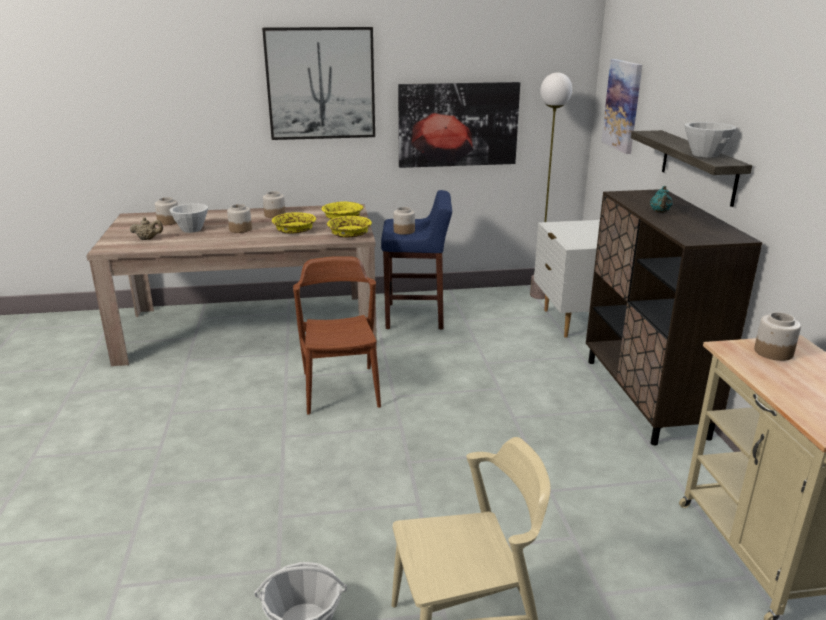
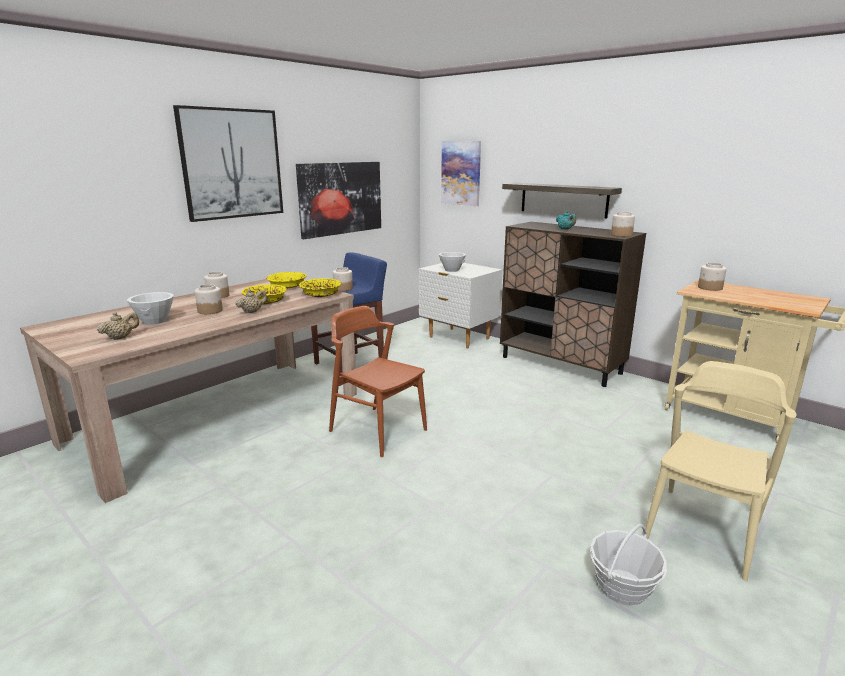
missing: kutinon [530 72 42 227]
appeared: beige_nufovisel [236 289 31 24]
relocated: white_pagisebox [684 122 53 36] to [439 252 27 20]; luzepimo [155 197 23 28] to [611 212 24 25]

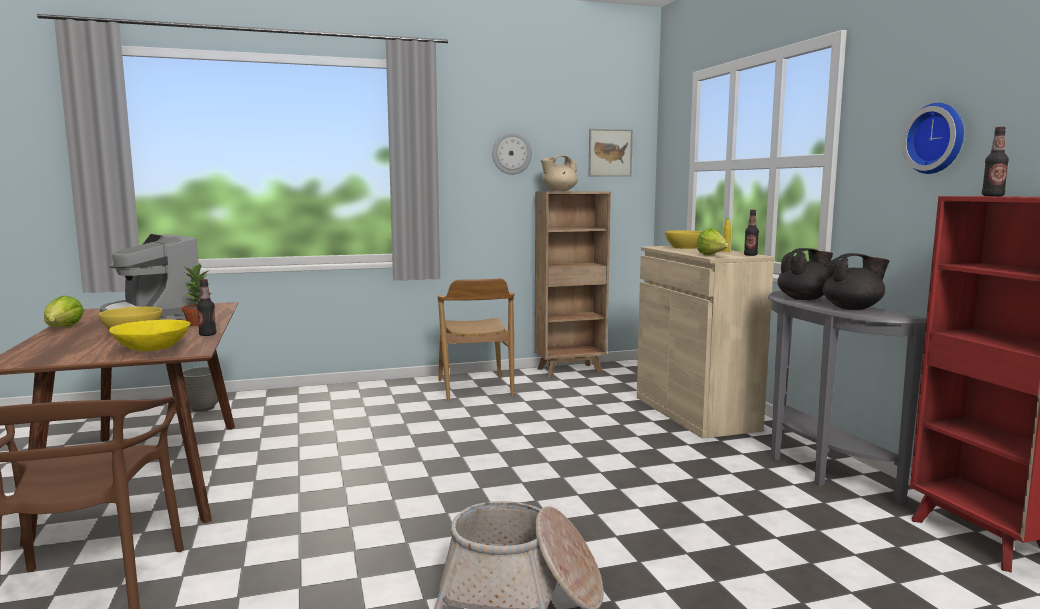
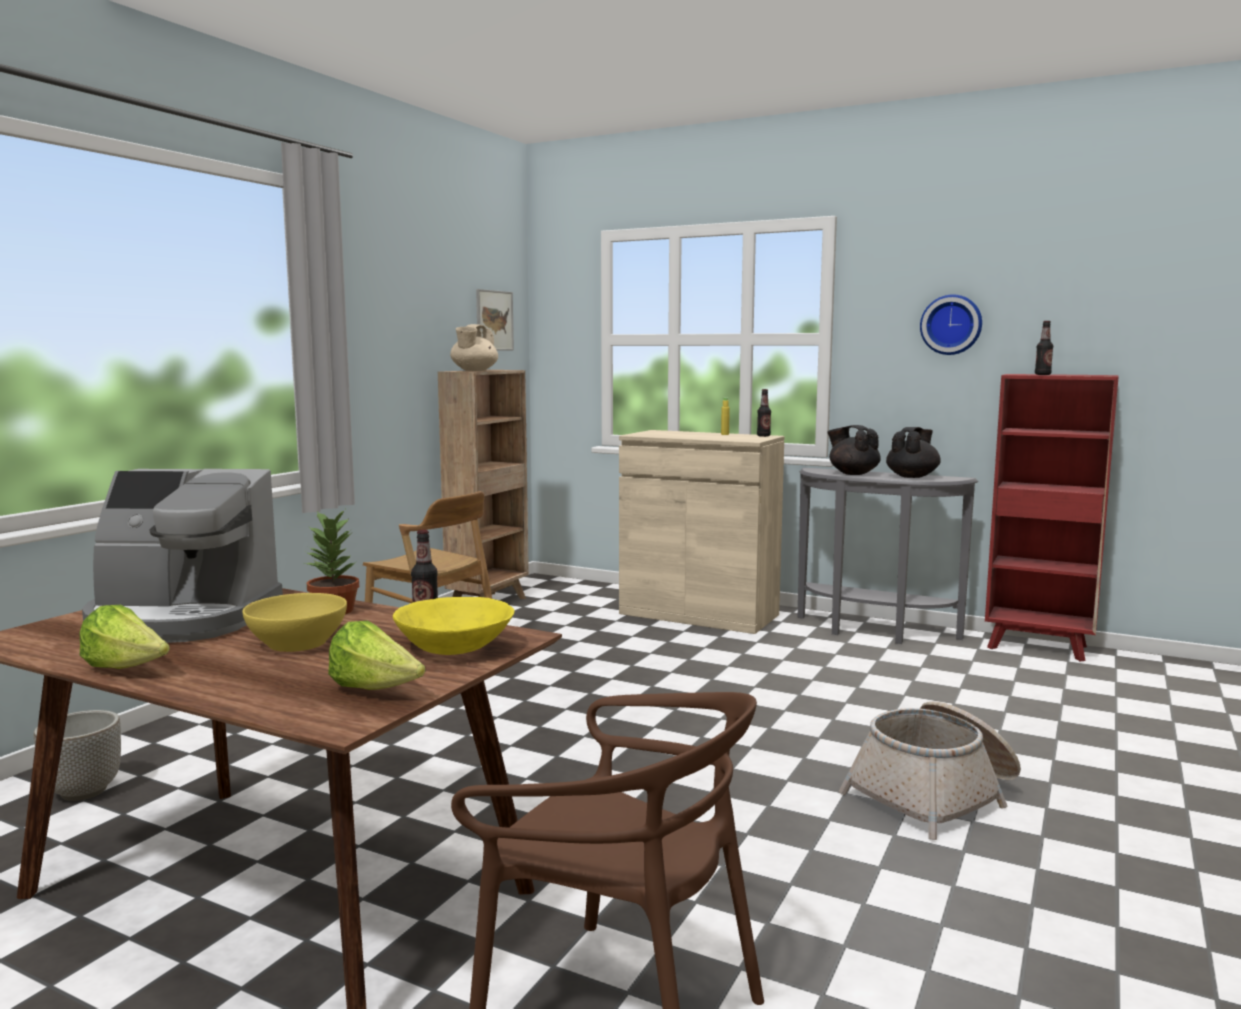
missing: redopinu [492 132 40 43]; yellow_pagisebox [665 230 37 19]
relocated: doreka [697 228 32 27] to [328 621 97 69]
spun: black_nufovisel [777 248 56 52] = [827 425 54 50] 60 degrees counterclockwise

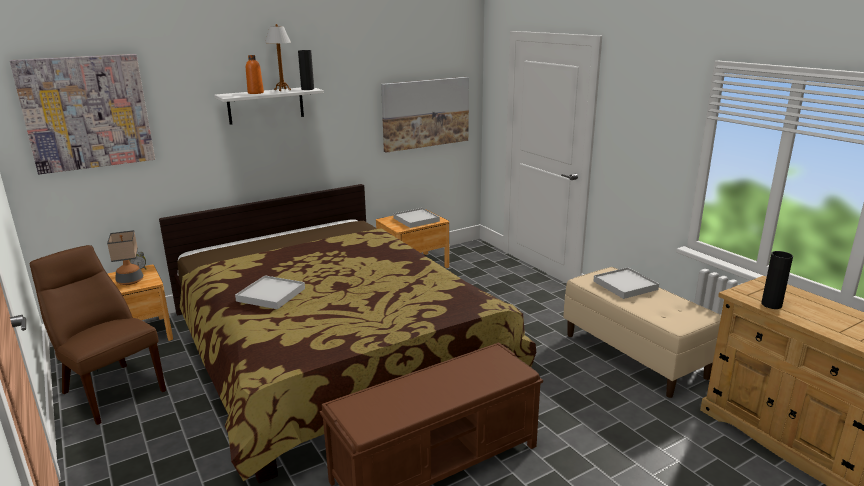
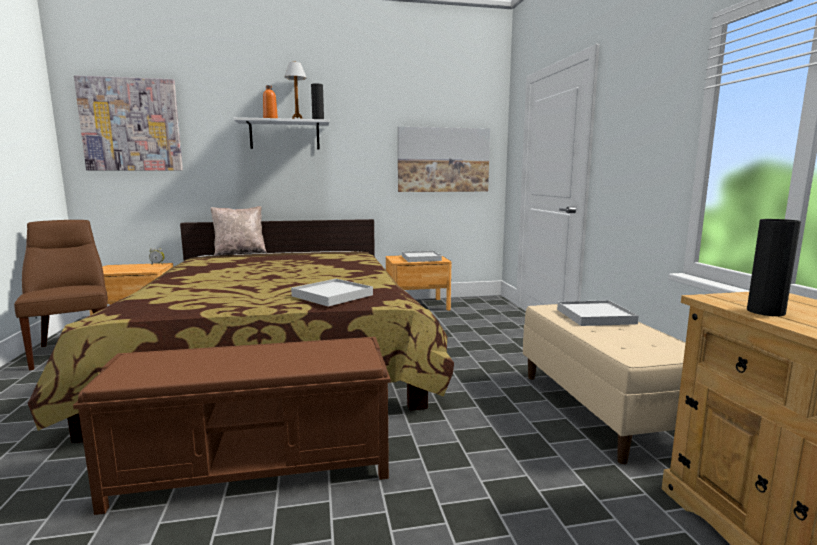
missing: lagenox [107 230 37 55]
appeared: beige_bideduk [210 206 57 50]
relocated: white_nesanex [235 275 70 34] to [291 279 82 28]

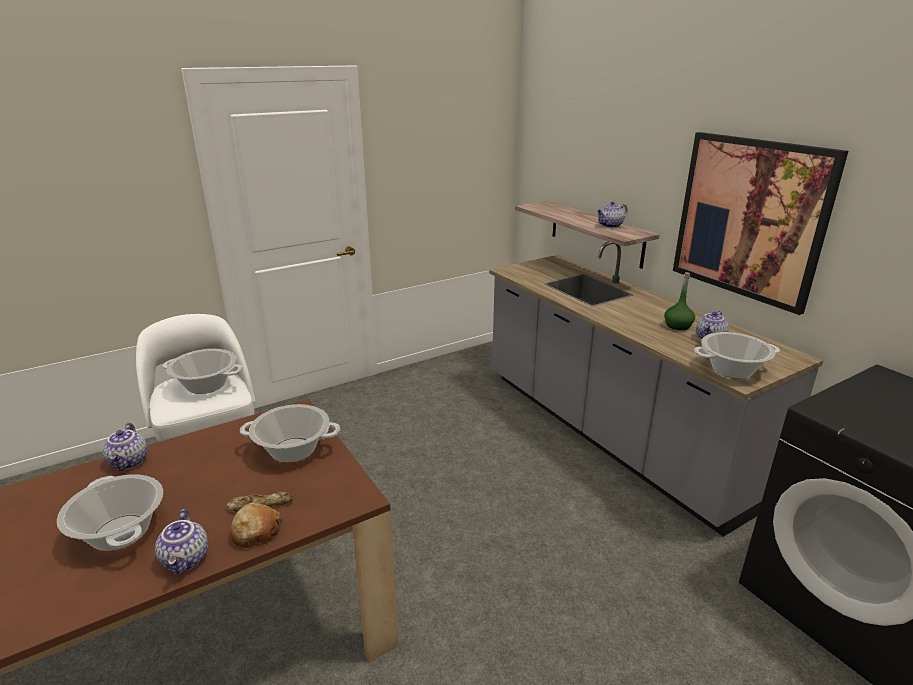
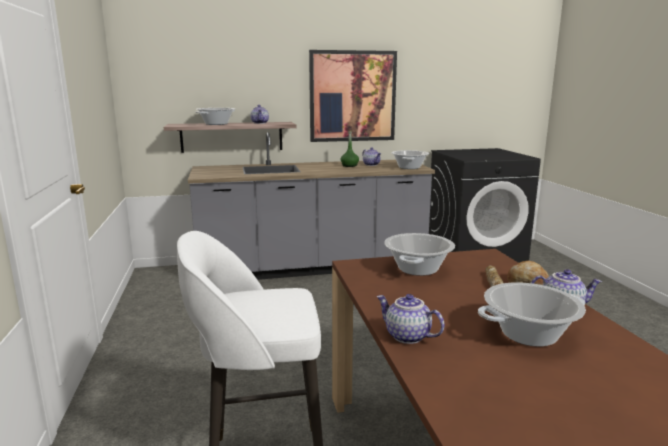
relocated: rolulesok [163 349 80 45] to [195 108 40 17]
spun: nufovisel [103 423 44 48] = [376 294 69 50] 150 degrees counterclockwise

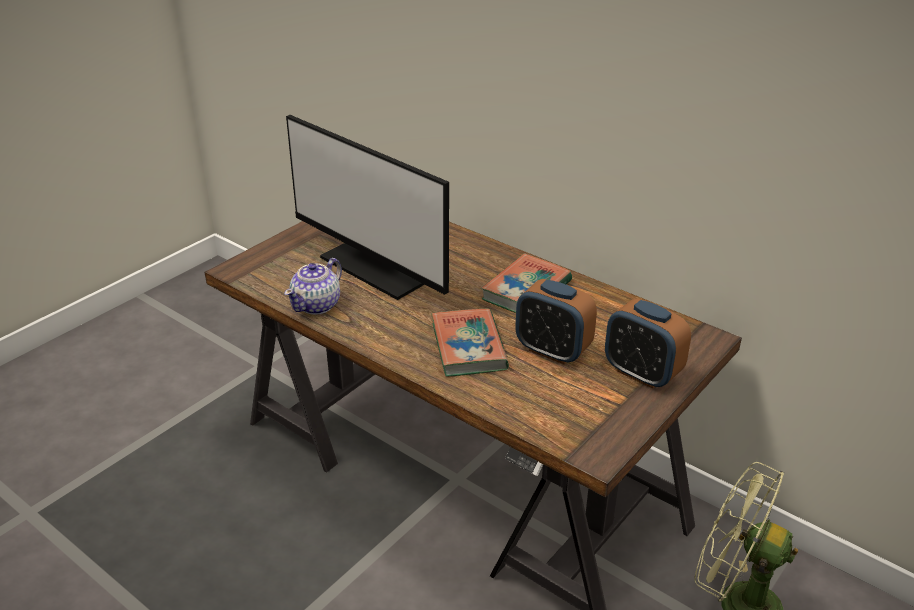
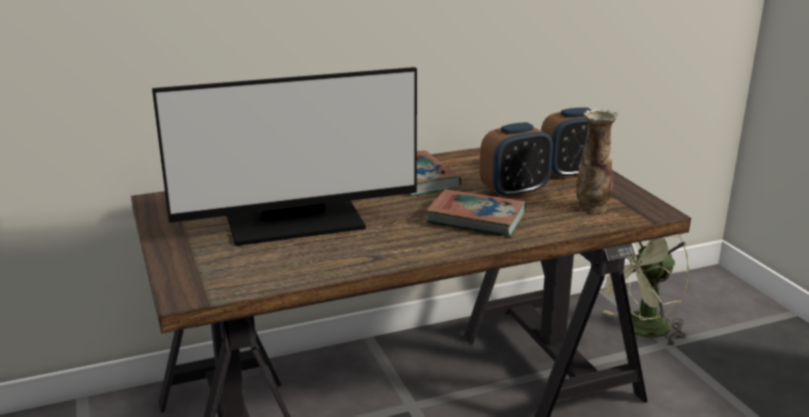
missing: nufovisel [284 258 58 57]
appeared: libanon [576 108 42 106]

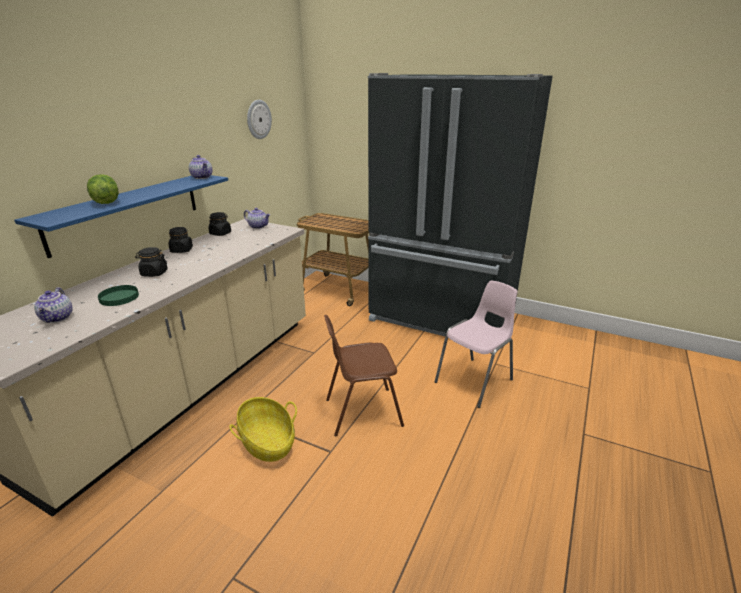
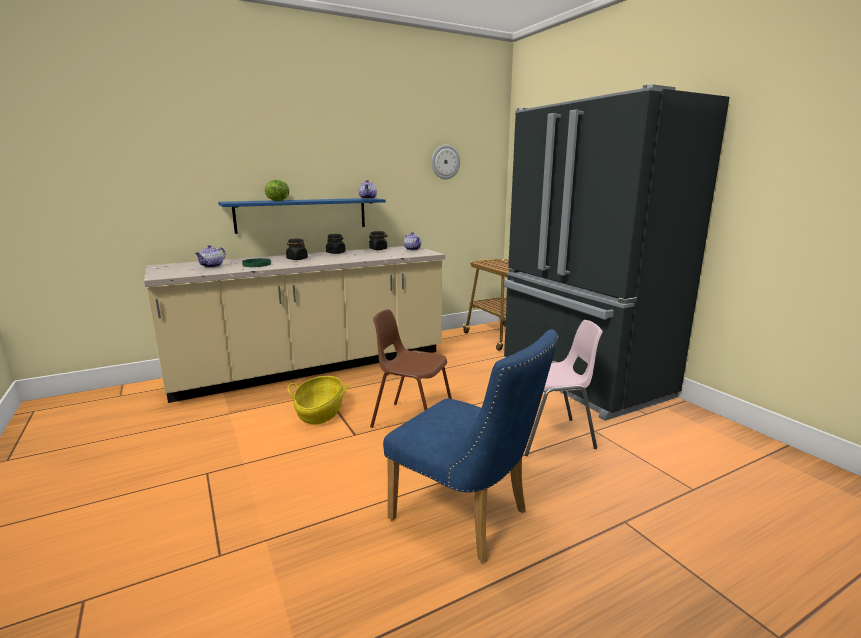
appeared: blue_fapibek [383 329 175 234]

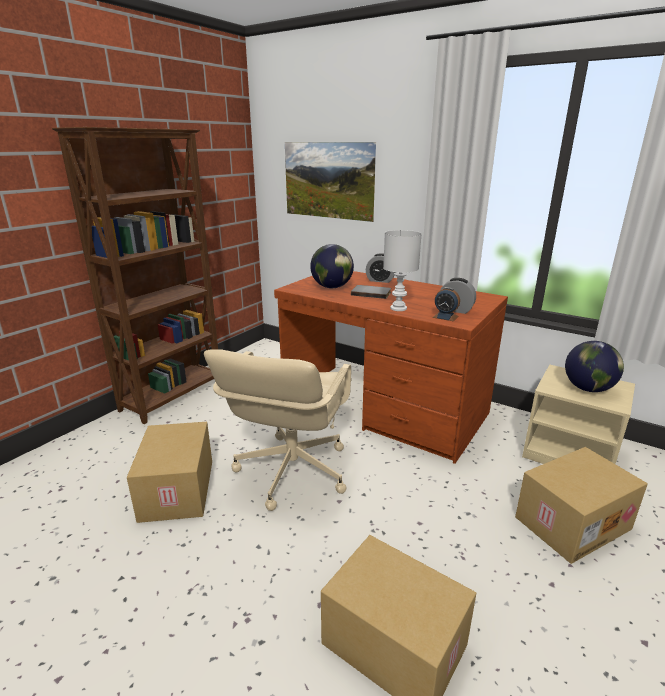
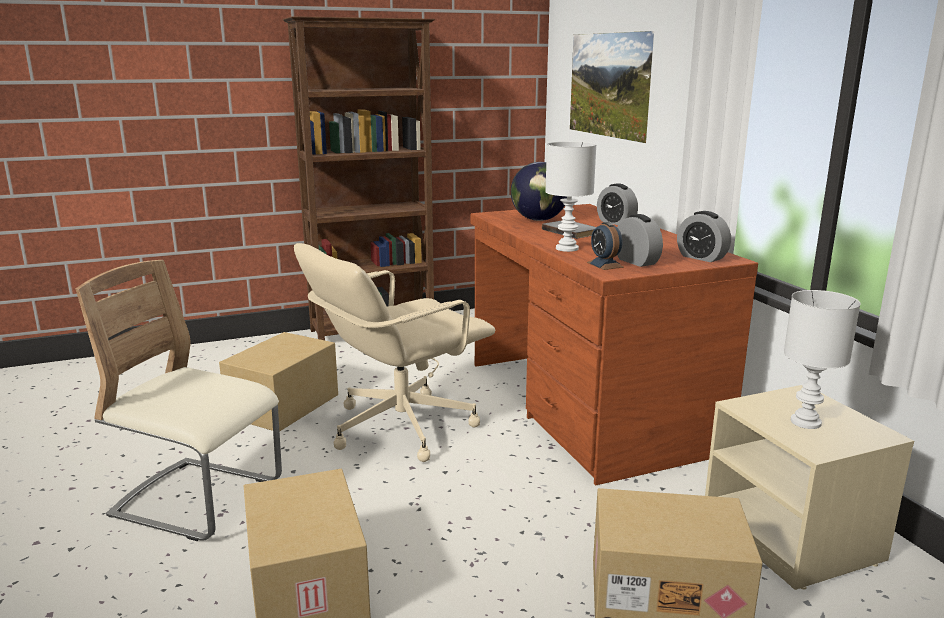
appeared: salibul [677 211 54 51]; beige_fapibek [76 260 206 281]
exchanged: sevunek [565 341 59 51] to white_lagenox [784 290 77 139]

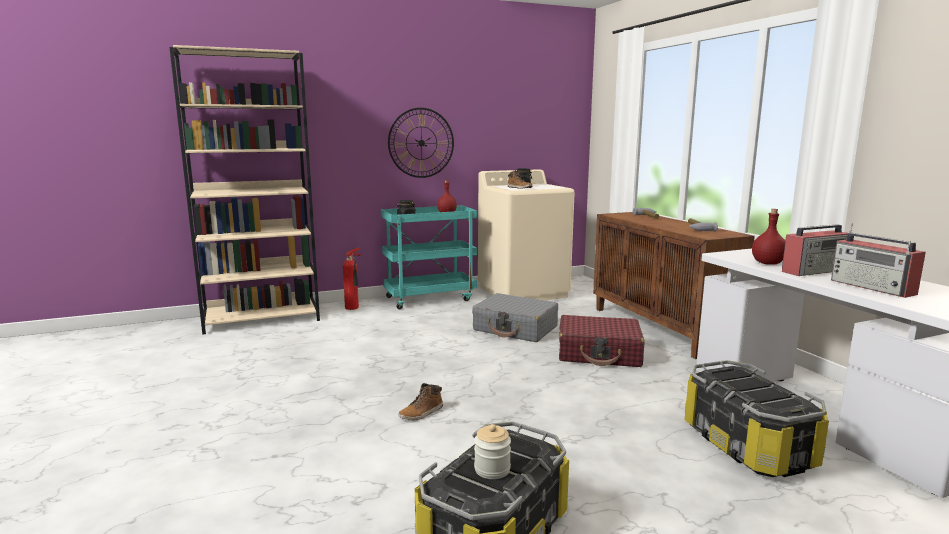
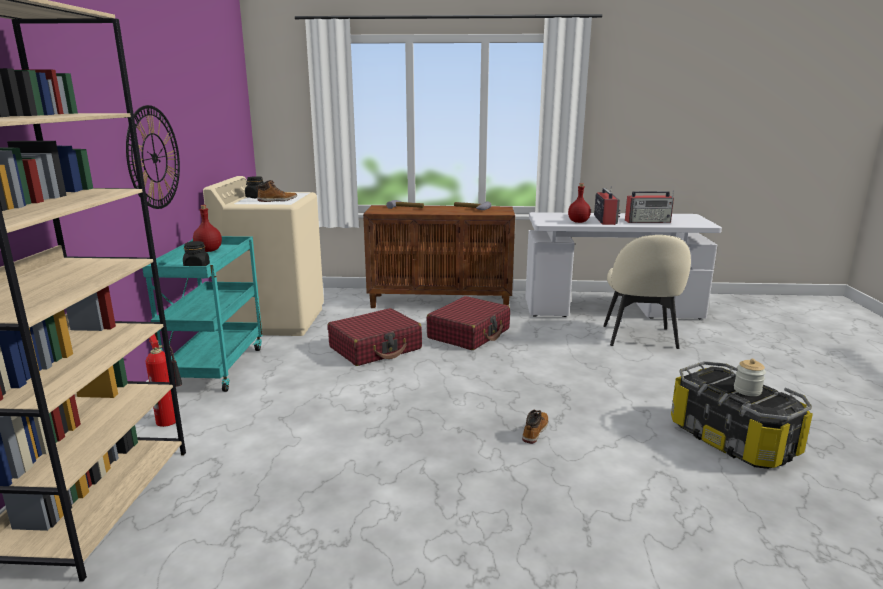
exchanged: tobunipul [685 360 144 117] to beige_fapibek [603 235 88 114]
colour: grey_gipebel [472 293 86 49] to red_gipebel [327 308 95 58]
spun: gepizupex [398 383 45 38] = [522 409 27 35] 135 degrees counterclockwise

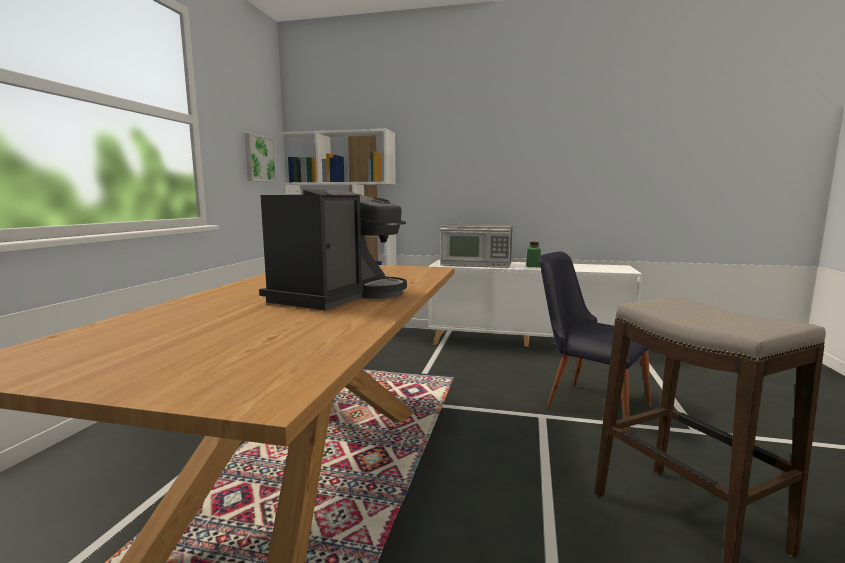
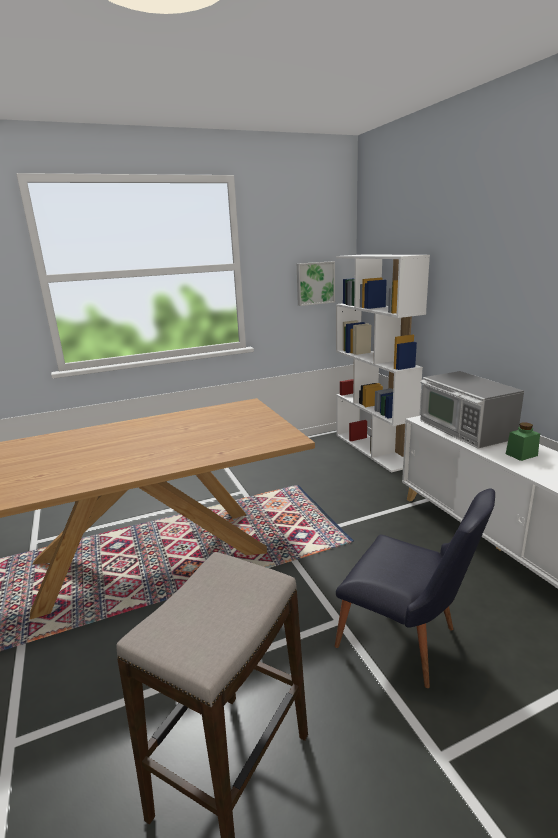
missing: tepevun [259 189 148 121]
spun: black_fapibek [539 251 112 182] = [335 488 160 200] 120 degrees clockwise

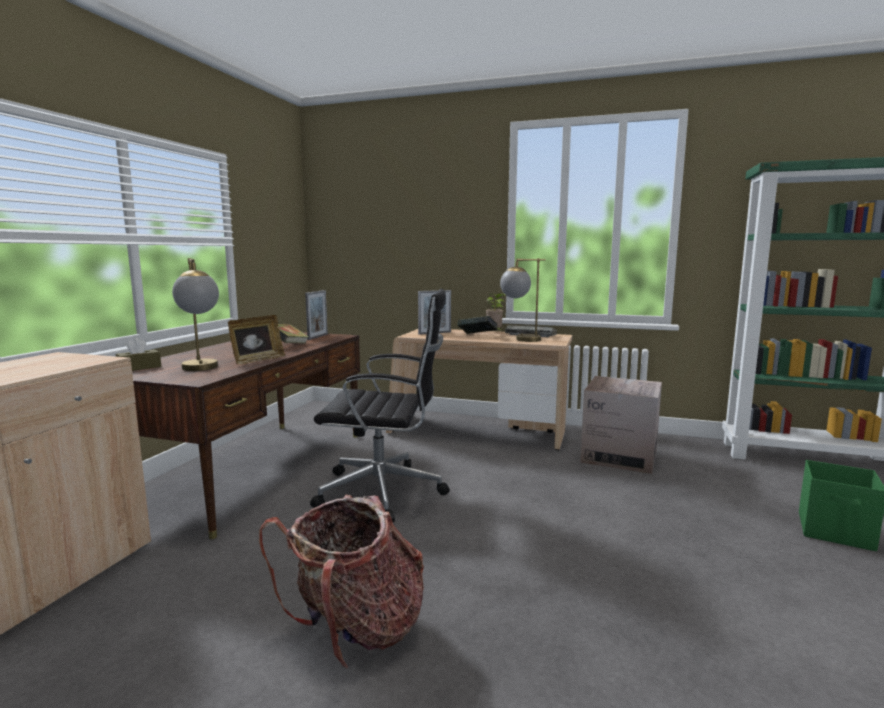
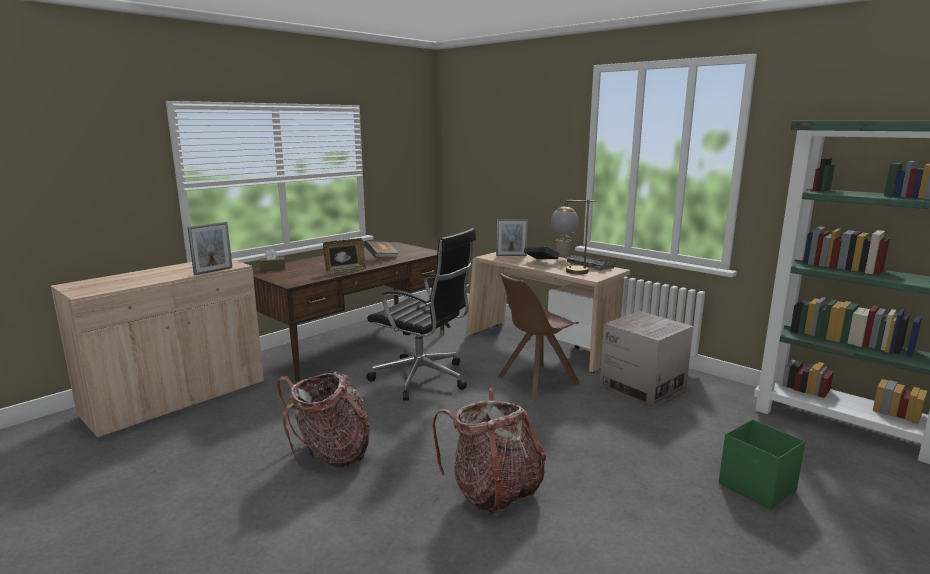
missing: lagenox [172 258 47 113]
appeared: brown_fapibek [498 273 82 126]; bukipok [432 387 114 128]
relocated: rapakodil [305 290 23 50] to [188 222 44 53]

